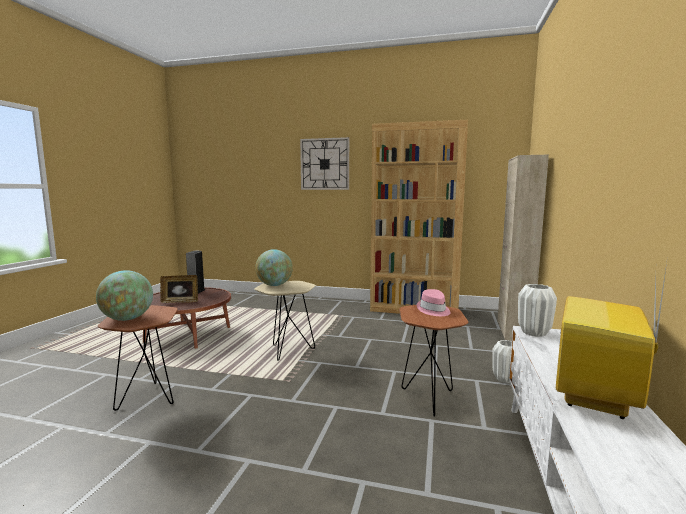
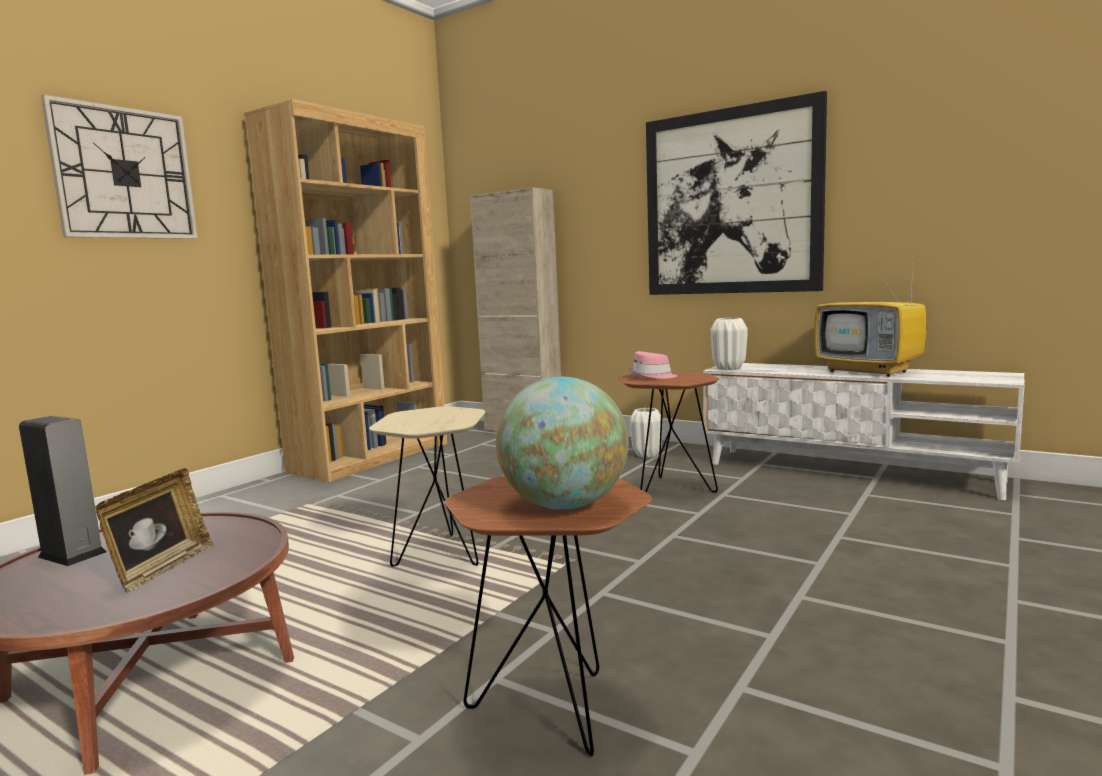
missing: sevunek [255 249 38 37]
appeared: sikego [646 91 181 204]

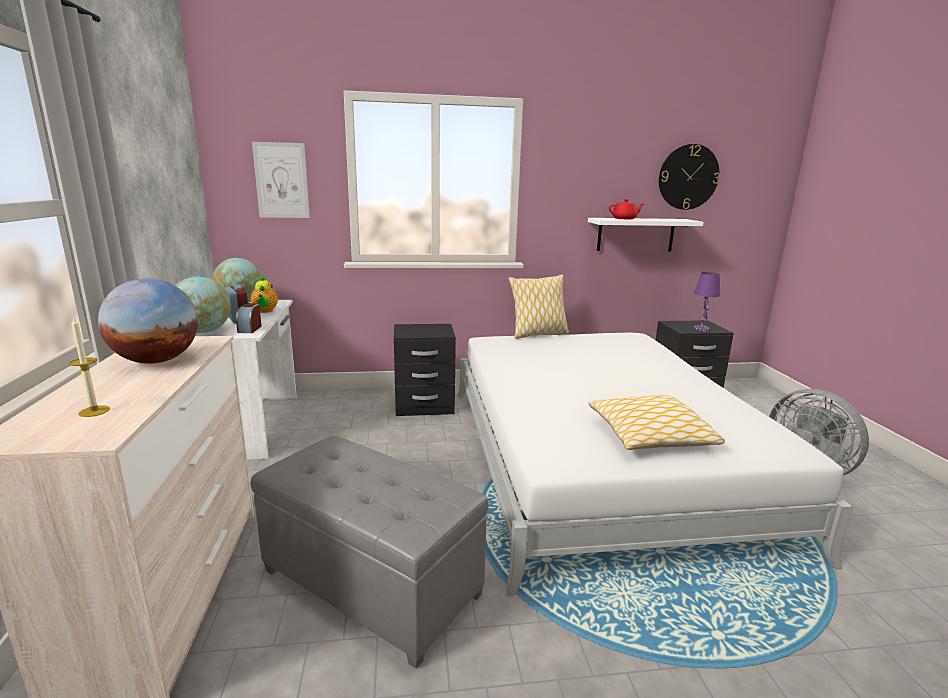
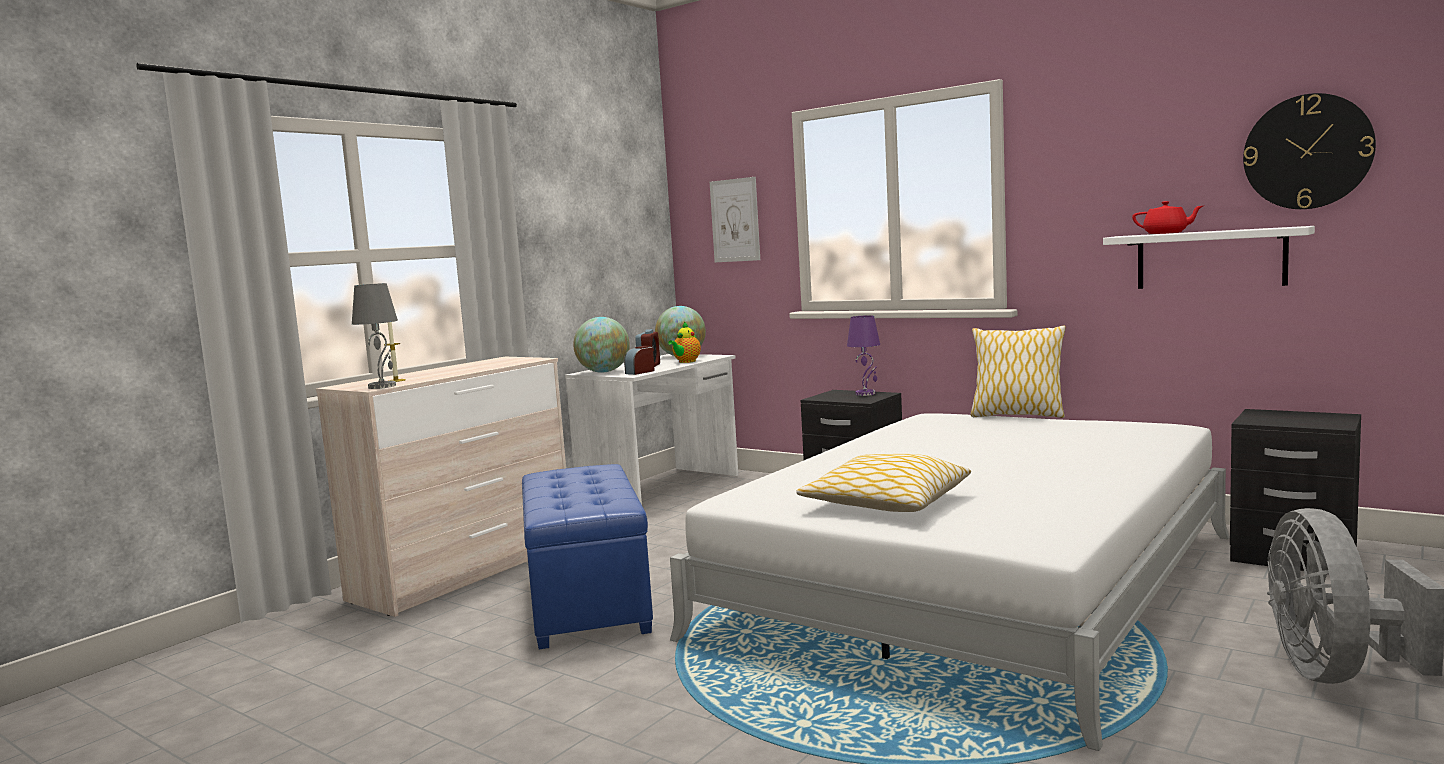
missing: sevunek [98 278 100 86]
appeared: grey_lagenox [352 283 46 106]
relocated: purple_lagenox [694 272 26 59] to [847 315 33 81]
colour: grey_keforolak [251 435 238 234] to blue_keforolak [522 464 131 185]

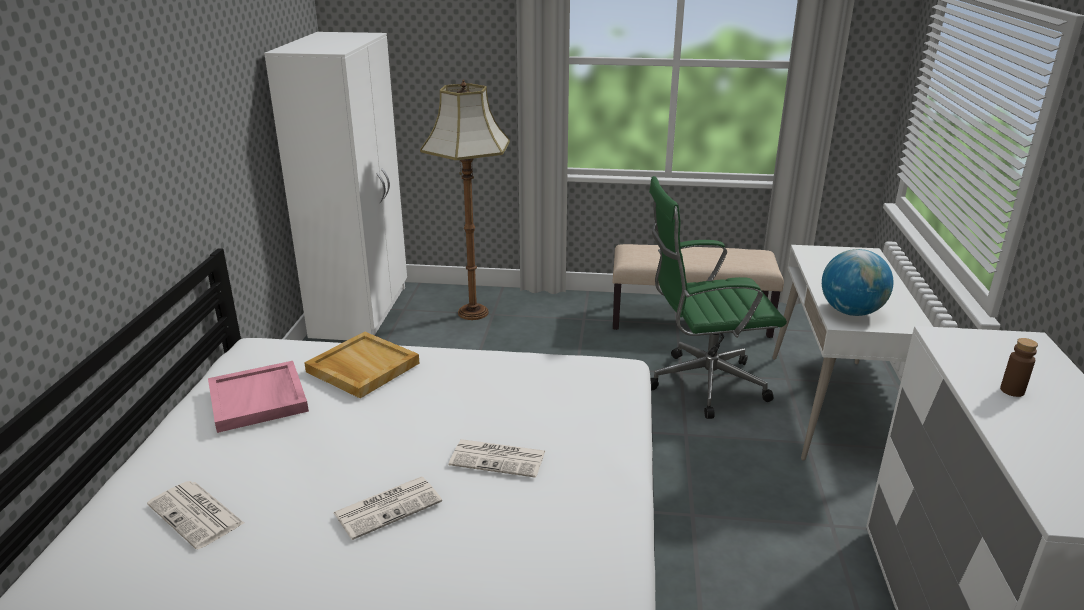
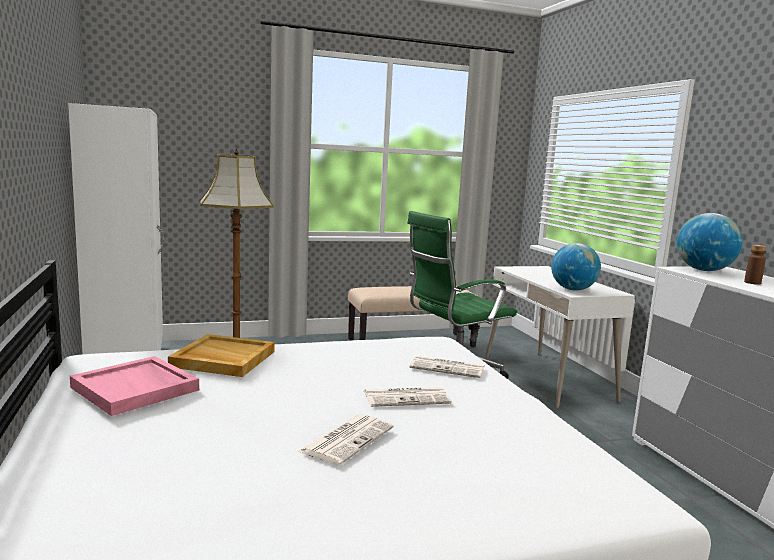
appeared: sevunek [677 213 66 58]
relocated: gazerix [147 481 97 68] to [410 356 74 22]

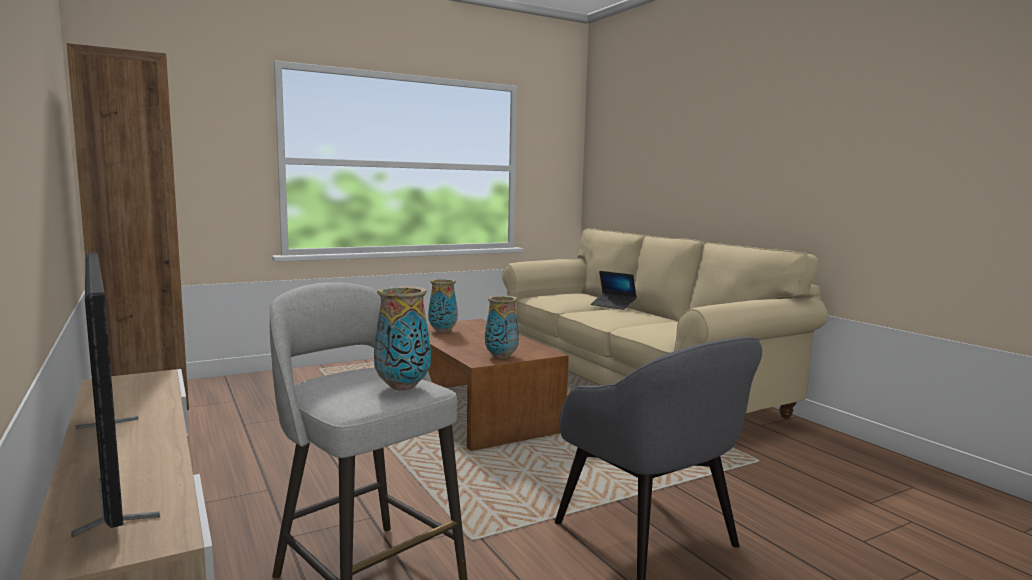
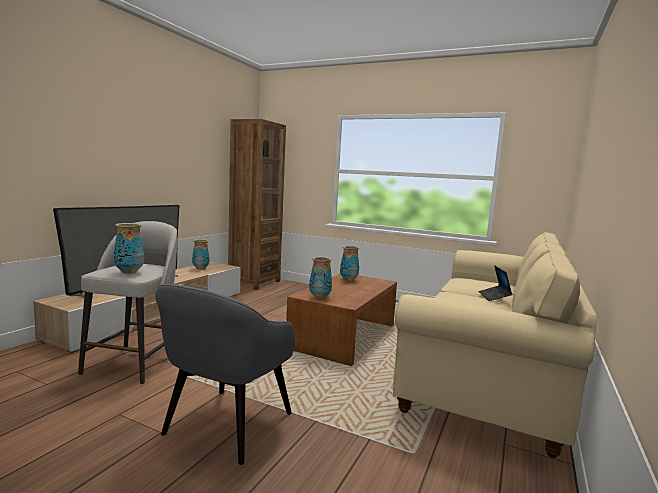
appeared: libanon [192 239 17 31]

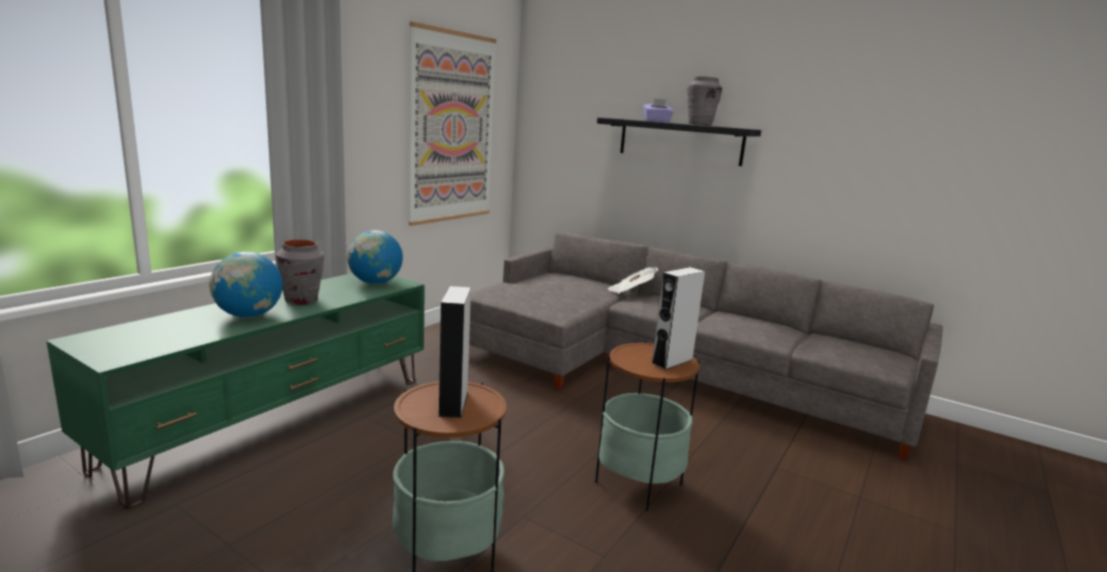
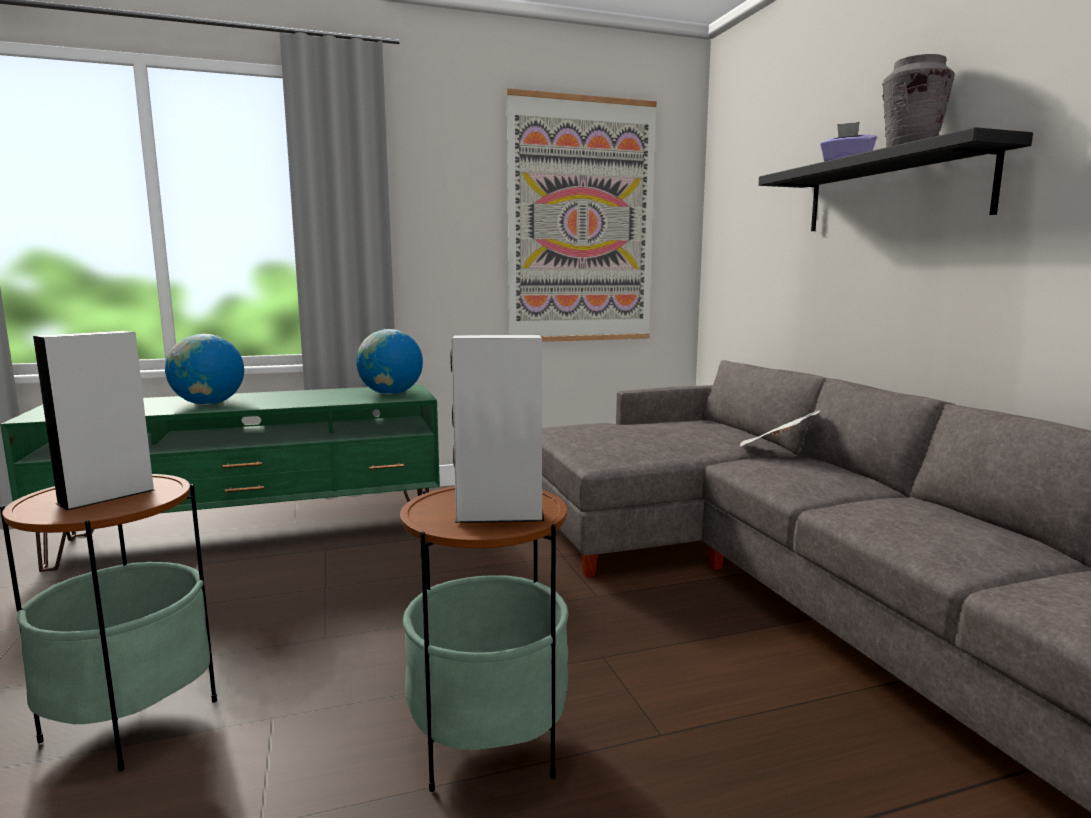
missing: grey_libanon [276 240 48 65]

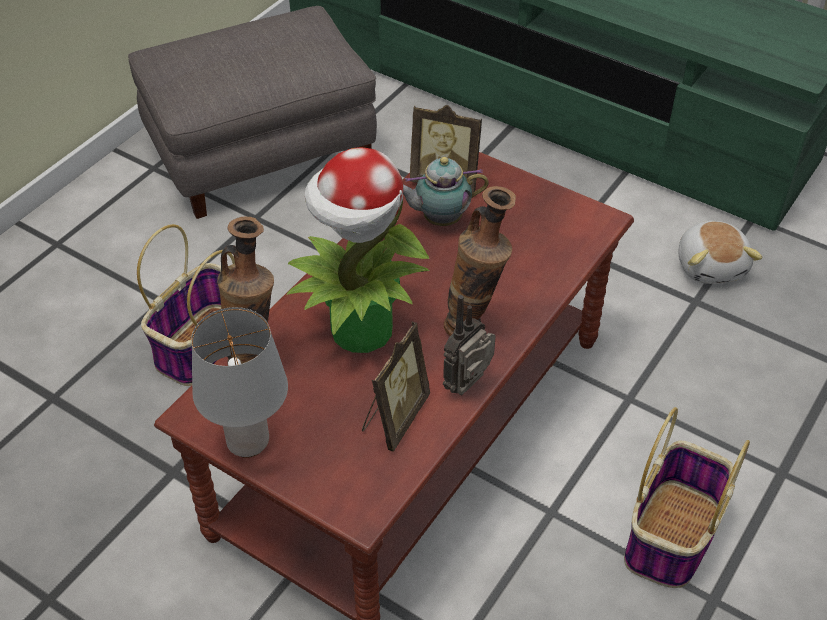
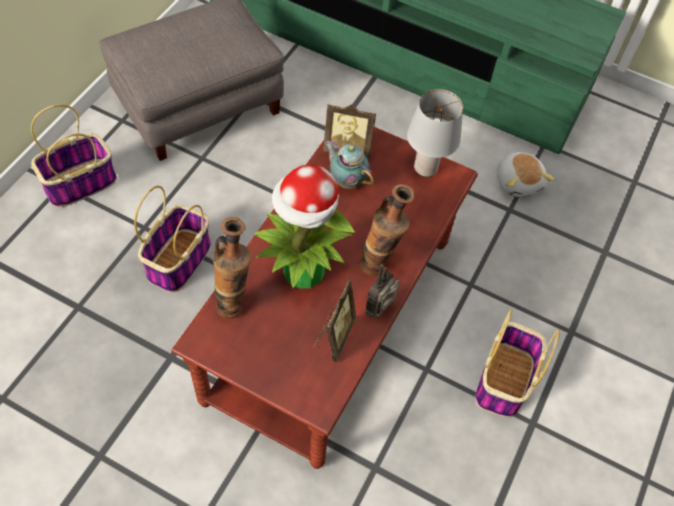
appeared: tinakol [31 104 86 104]
relocated: grey_lagenox [191 307 97 151] to [407 89 56 88]
spun: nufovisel [403 157 86 69] = [324 140 50 49] 60 degrees clockwise

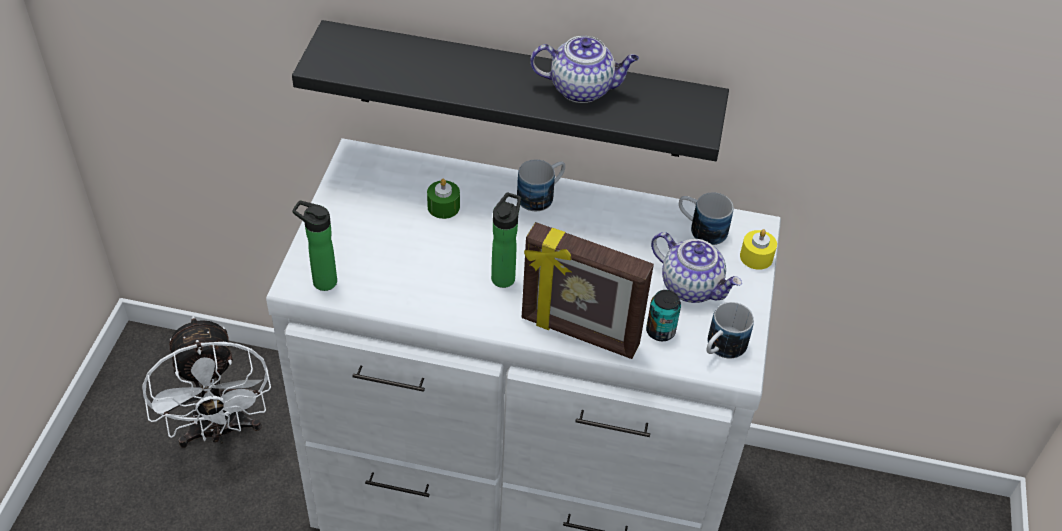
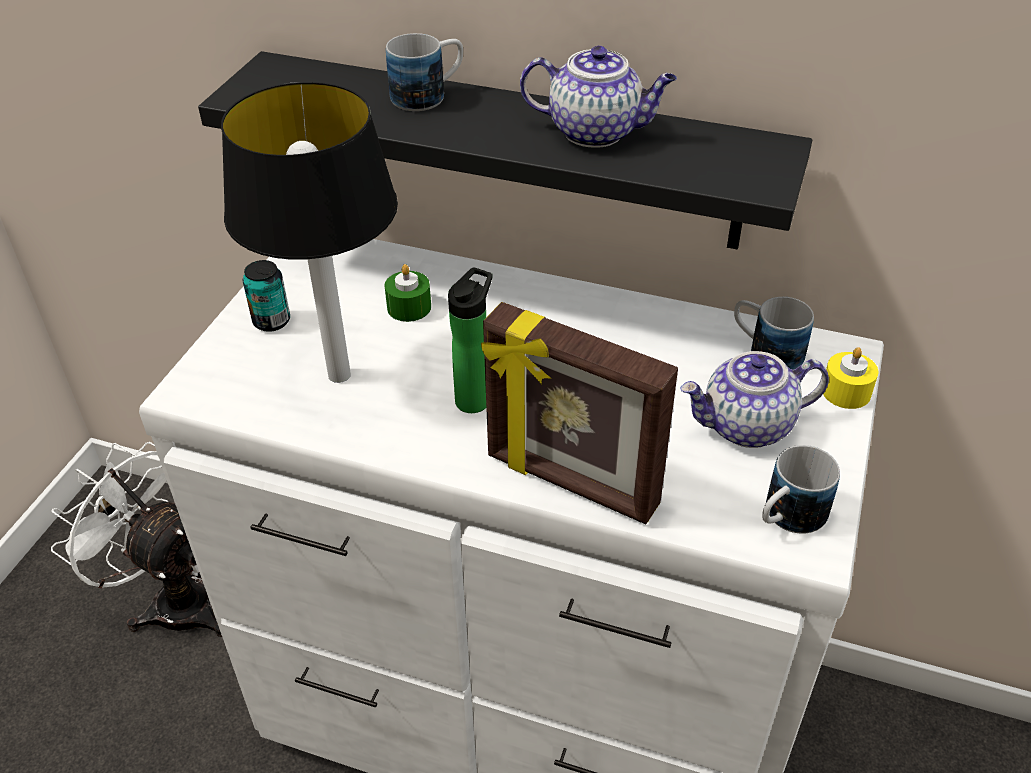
missing: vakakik [292 200 45 91]
appeared: lagenox [221 82 177 301]
relocated: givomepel [517 159 48 52] to [386 33 77 78]; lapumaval [646 290 35 51] to [242 260 48 72]
spun: nufovisel [651 232 91 71] = [680 351 149 97] 120 degrees clockwise; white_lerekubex [142 316 129 132] = [51 442 171 195] 135 degrees clockwise

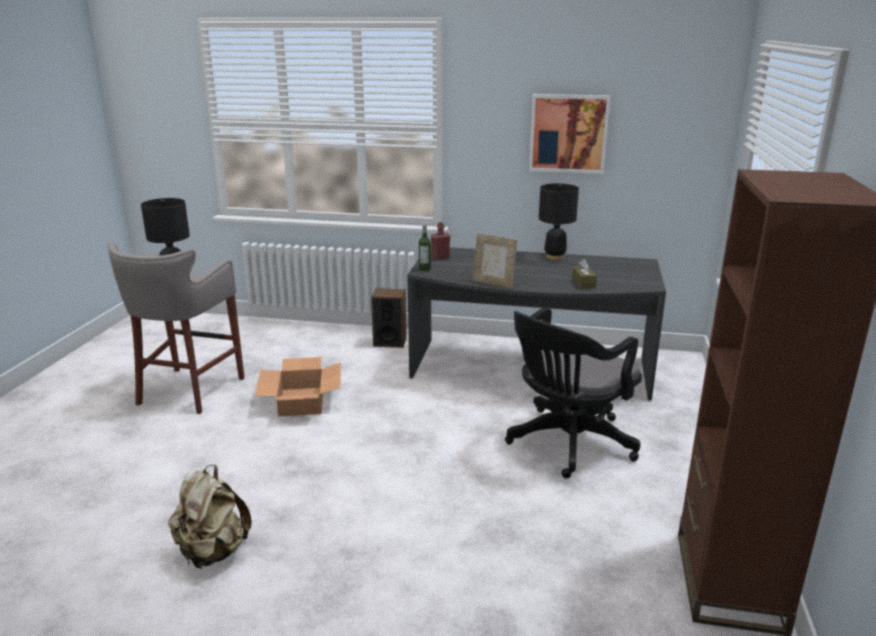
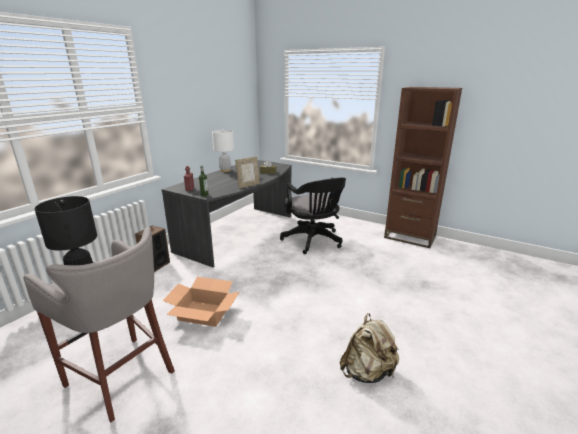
missing: sikego [529 94 82 80]
colour: black_lagenox [539 183 40 77] to white_lagenox [212 129 22 43]

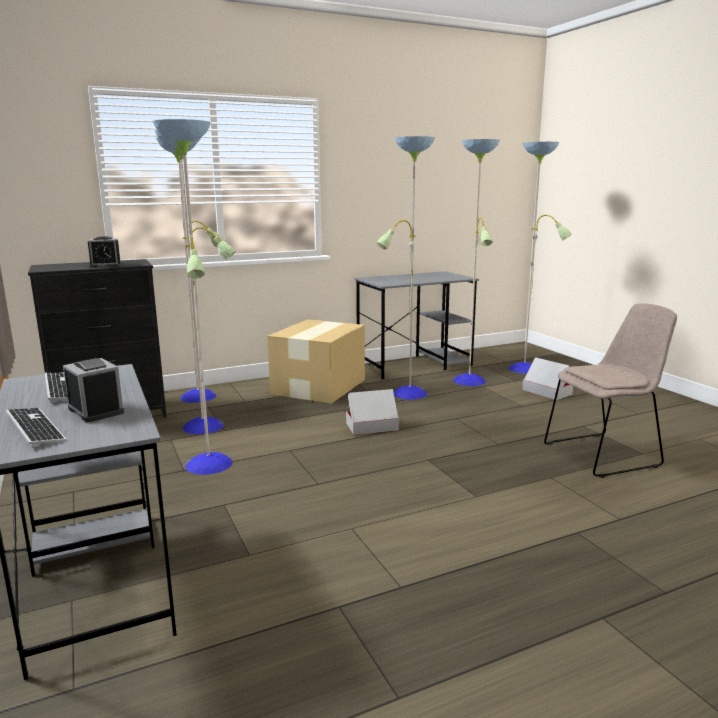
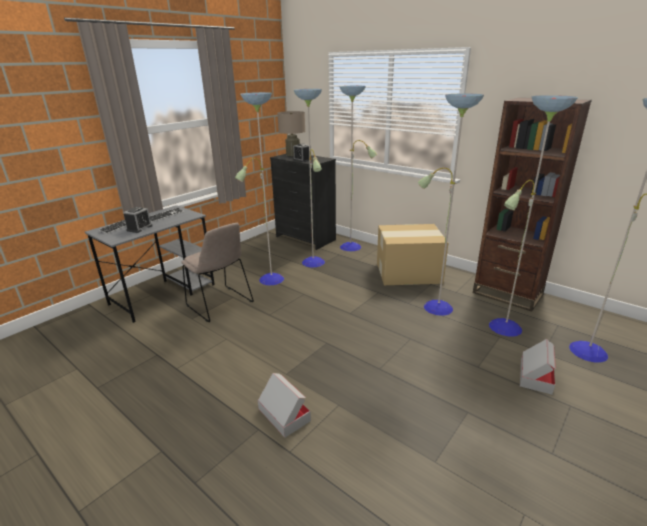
appeared: beige_lagenox [277 111 28 45]
relocated: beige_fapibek [544 303 133 175] to [181 223 73 99]; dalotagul [346 389 53 46] to [258 373 53 65]
exchanged: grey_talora [354 271 125 109] to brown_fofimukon [473 97 119 215]

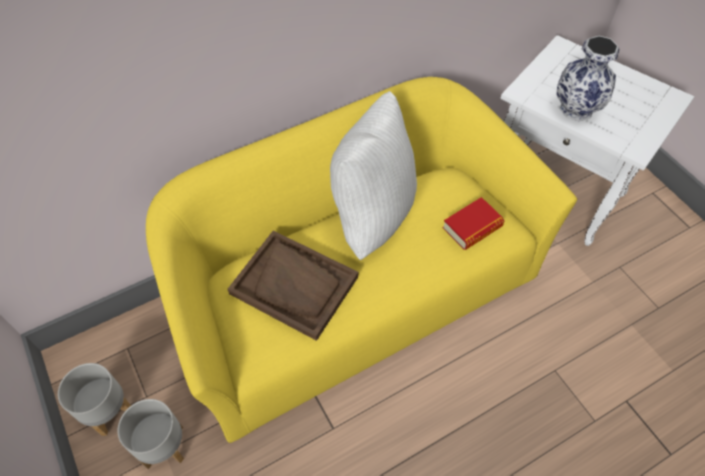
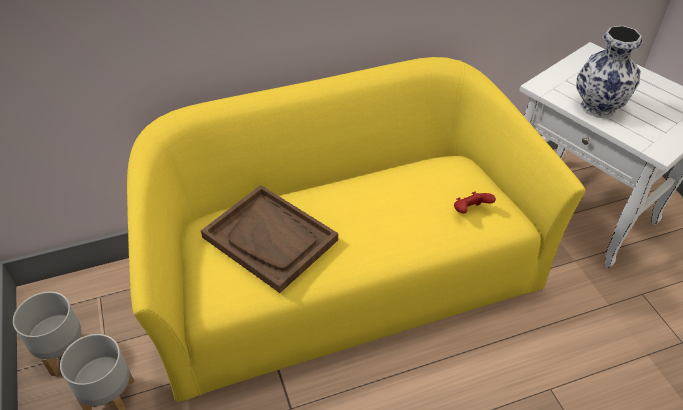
missing: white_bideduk [330 91 87 169]
exchanged: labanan [443 197 61 53] to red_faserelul [454 191 42 23]

